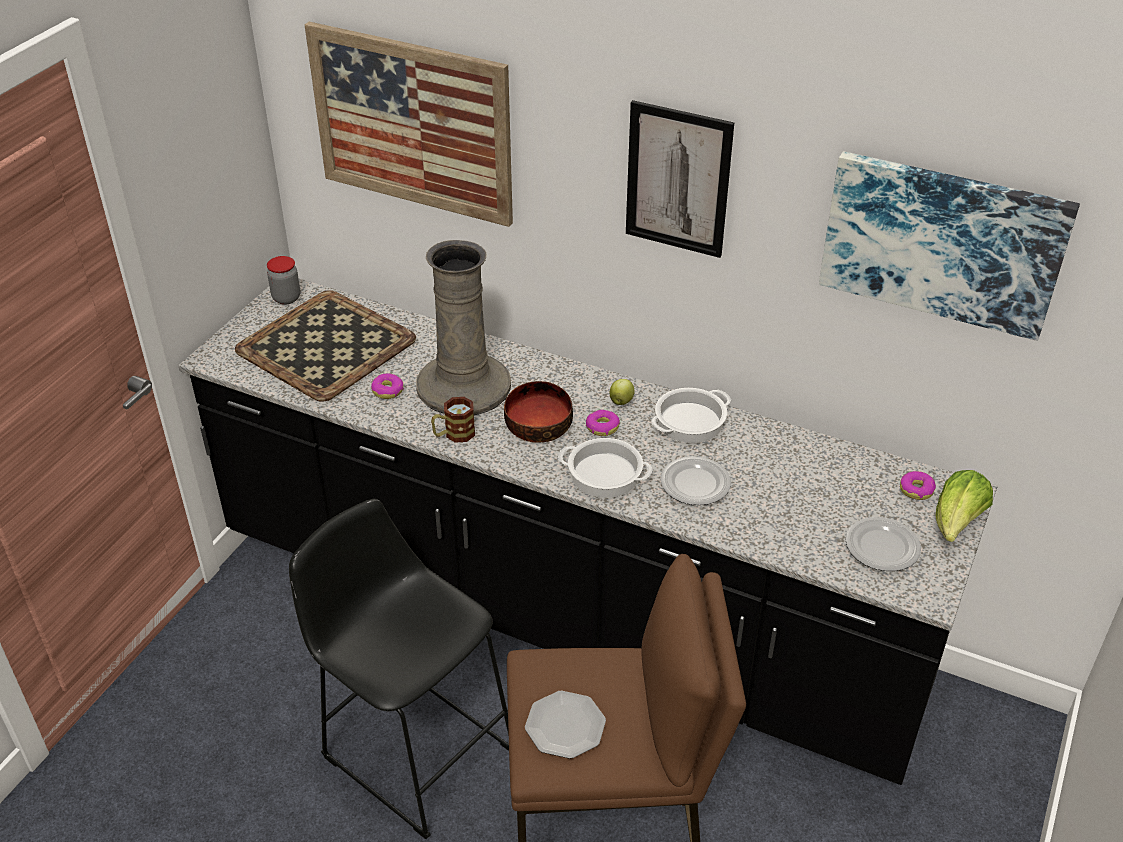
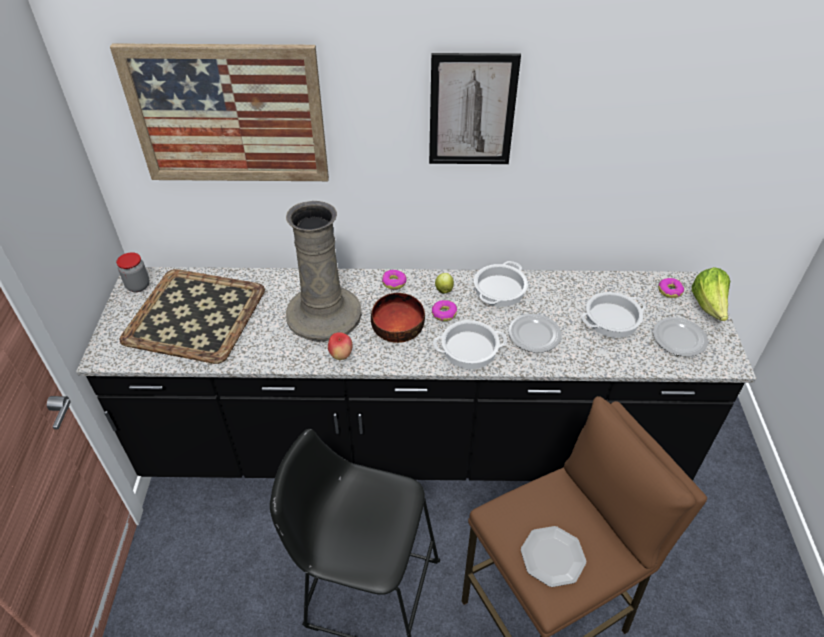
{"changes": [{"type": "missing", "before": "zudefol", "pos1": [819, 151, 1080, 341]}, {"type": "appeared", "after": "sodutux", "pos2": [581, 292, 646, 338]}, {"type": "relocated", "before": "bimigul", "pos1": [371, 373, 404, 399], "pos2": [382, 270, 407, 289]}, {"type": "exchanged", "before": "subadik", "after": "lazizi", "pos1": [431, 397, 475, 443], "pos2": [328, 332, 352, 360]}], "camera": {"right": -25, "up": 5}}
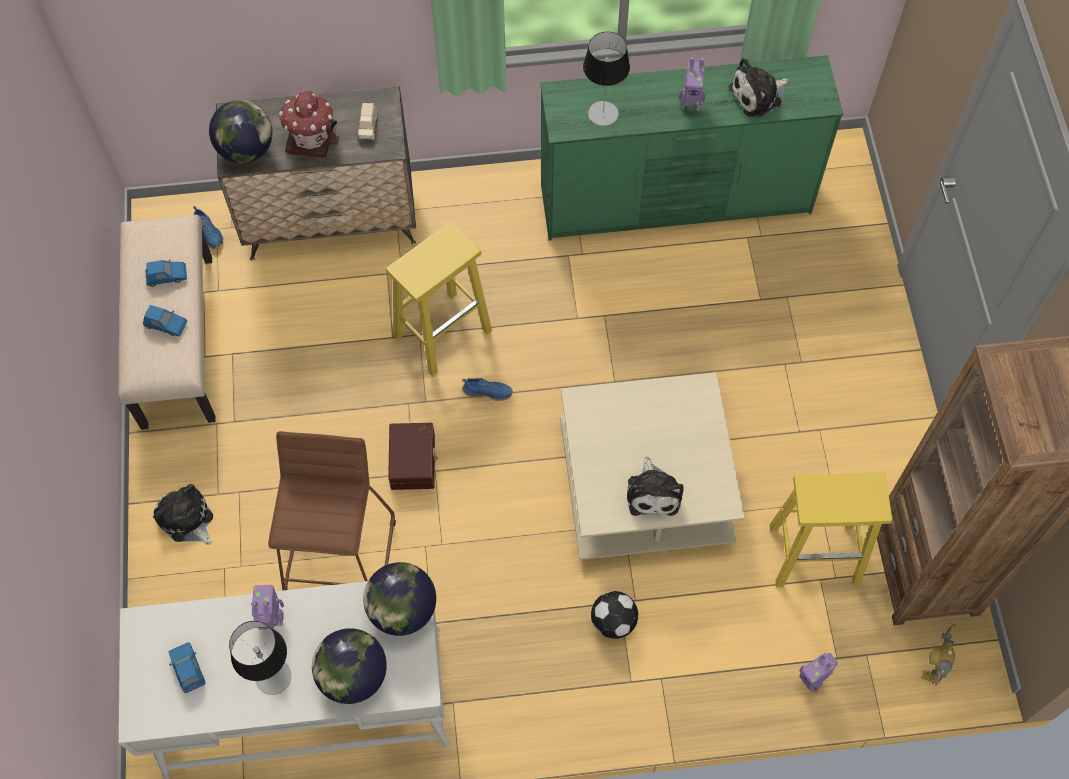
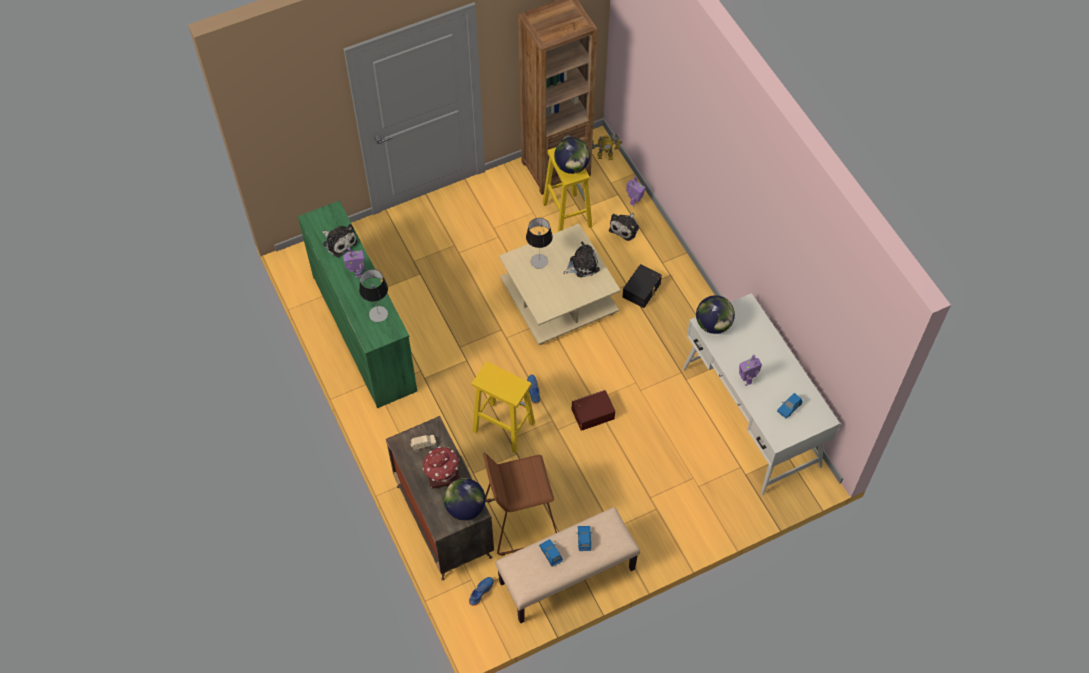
{"changes": [{"type": "relocated", "before": "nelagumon", "pos1": [153, 484, 213, 545], "pos2": [609, 212, 639, 241]}, {"type": "relocated", "before": "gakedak", "pos1": [229, 621, 292, 695], "pos2": [526, 218, 553, 269]}, {"type": "relocated", "before": "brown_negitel", "pos1": [268, 431, 396, 591], "pos2": [483, 452, 557, 556]}, {"type": "relocated", "before": "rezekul", "pos1": [312, 628, 387, 704], "pos2": [554, 138, 590, 174]}, {"type": "exchanged", "before": "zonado", "after": "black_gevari", "pos1": [591, 591, 638, 639], "pos2": [622, 264, 662, 308]}], "camera": {"right": -110, "up": -5}}
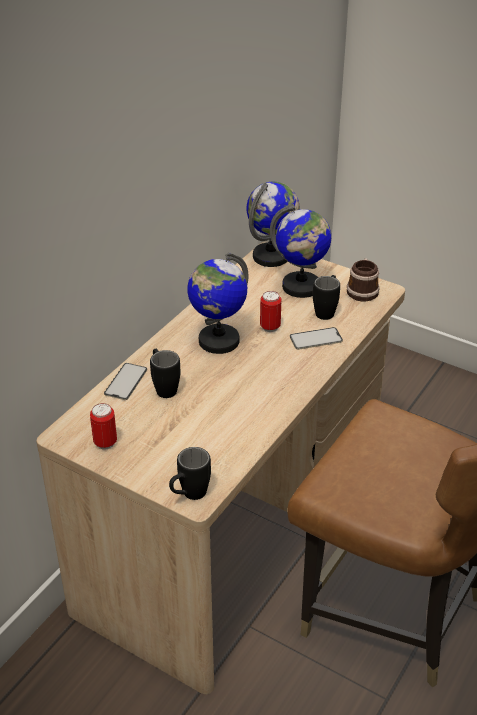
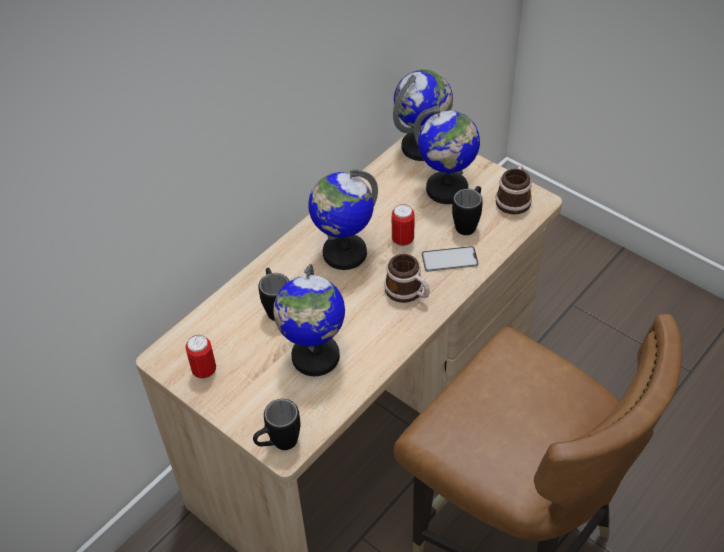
{"changes": [{"type": "missing", "before": "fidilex", "pos1": [104, 363, 147, 400]}, {"type": "appeared", "after": "rezekul", "pos2": [273, 264, 345, 376]}, {"type": "appeared", "after": "subadik", "pos2": [384, 254, 430, 303]}], "camera": {"right": 10, "up": 10}}
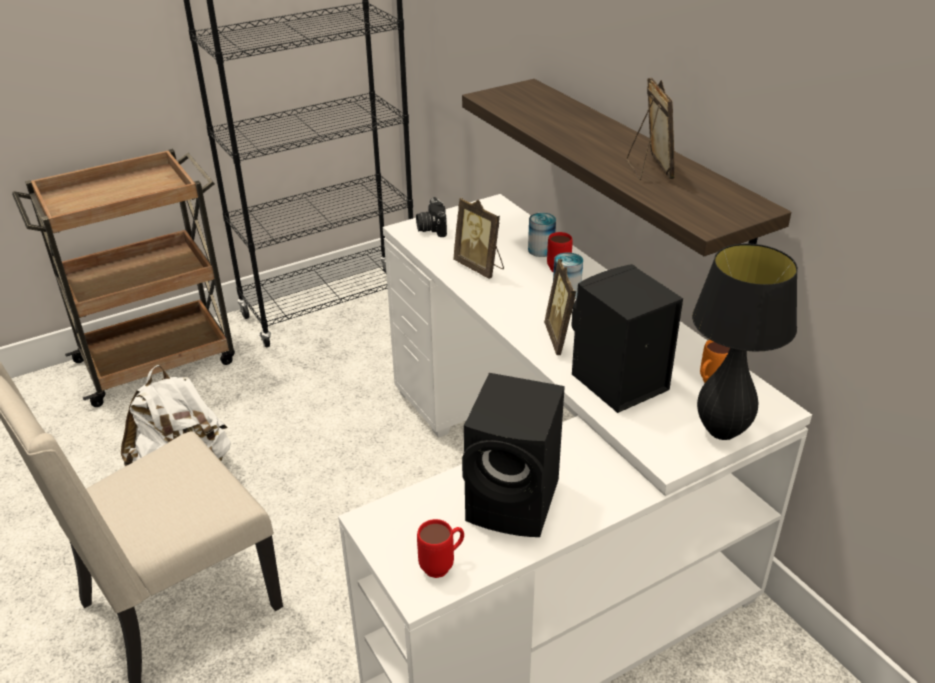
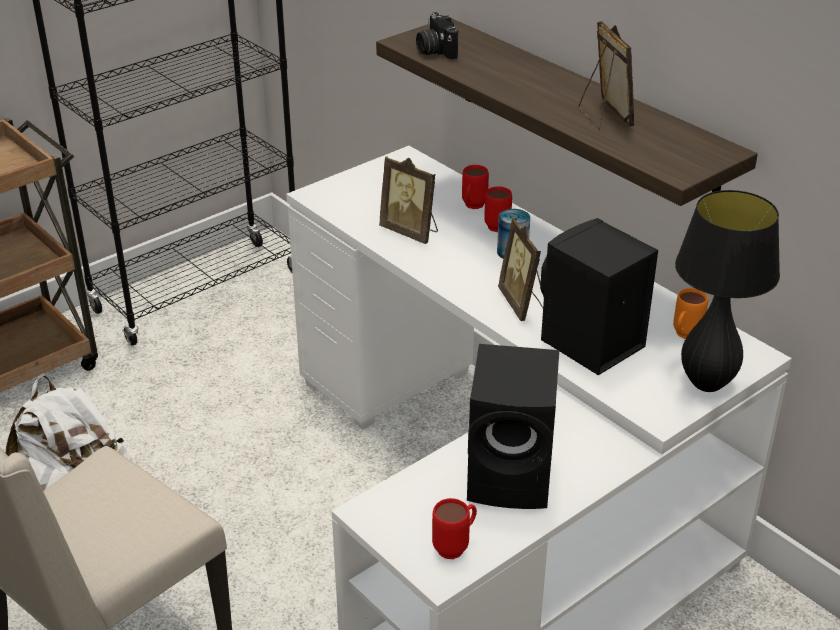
{"changes": [{"type": "relocated", "before": "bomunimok", "pos1": [416, 197, 447, 237], "pos2": [416, 12, 458, 59]}, {"type": "exchanged", "before": "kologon", "after": "red_subadik", "pos1": [528, 213, 556, 257], "pos2": [462, 165, 489, 209]}], "camera": {"right": -10, "up": 0}}
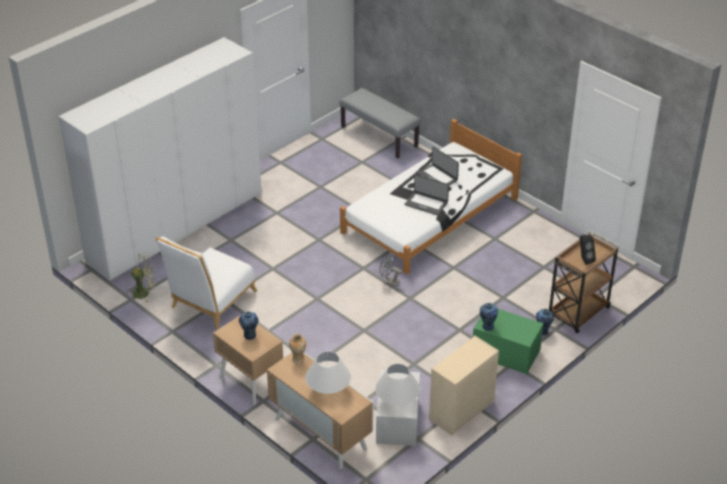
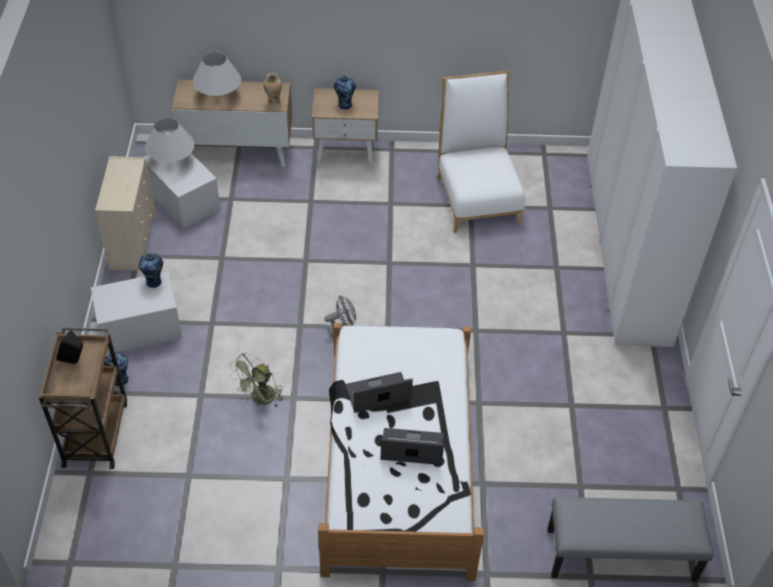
{"changes": [{"type": "relocated", "before": "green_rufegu", "pos1": [127, 253, 156, 303], "pos2": [230, 353, 283, 408]}, {"type": "colour", "before": "green_gevari", "after": "white_gevari", "pos1": [473, 309, 543, 374], "pos2": [91, 272, 182, 355]}], "camera": {"right": 135, "up": 10}}
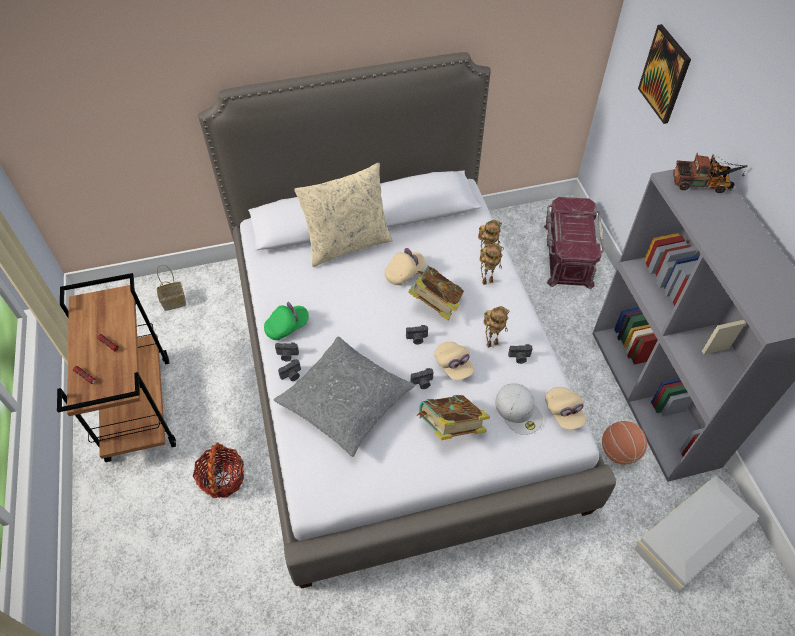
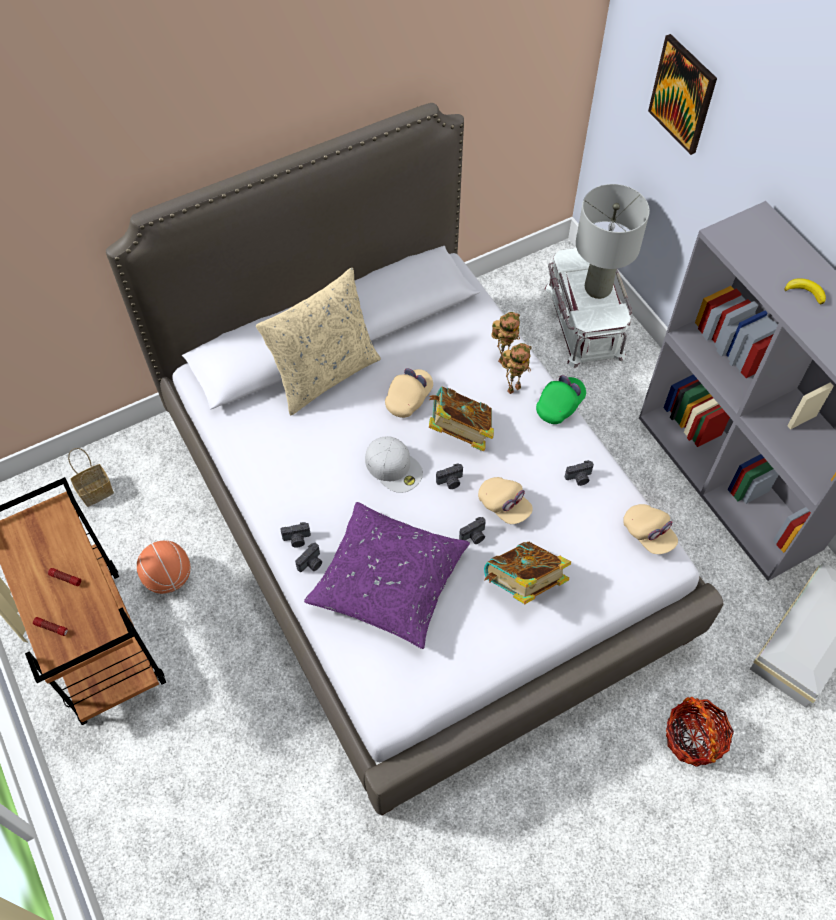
{"changes": [{"type": "missing", "before": "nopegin", "pos1": [483, 306, 510, 348]}, {"type": "missing", "before": "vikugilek", "pos1": [673, 152, 748, 193]}, {"type": "appeared", "after": "grey_gakedak", "pos2": [576, 184, 650, 299]}, {"type": "appeared", "after": "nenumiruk", "pos2": [784, 278, 826, 304]}, {"type": "relocated", "before": "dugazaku", "pos1": [193, 442, 244, 498], "pos2": [666, 697, 734, 767]}, {"type": "relocated", "before": "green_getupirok", "pos1": [264, 302, 309, 340], "pos2": [536, 375, 586, 424]}, {"type": "relocated", "before": "white_getupirok", "pos1": [495, 383, 543, 435], "pos2": [365, 436, 423, 493]}, {"type": "relocated", "before": "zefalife", "pos1": [602, 421, 647, 465], "pos2": [137, 541, 190, 594]}, {"type": "colour", "before": "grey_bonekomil", "after": "purple_bonekomil", "pos1": [274, 336, 415, 457], "pos2": [304, 502, 470, 649]}, {"type": "colour", "before": "red_gevari", "after": "white_gevari", "pos1": [544, 197, 604, 289], "pos2": [544, 248, 632, 368]}], "camera": {"right": -15, "up": 5}}
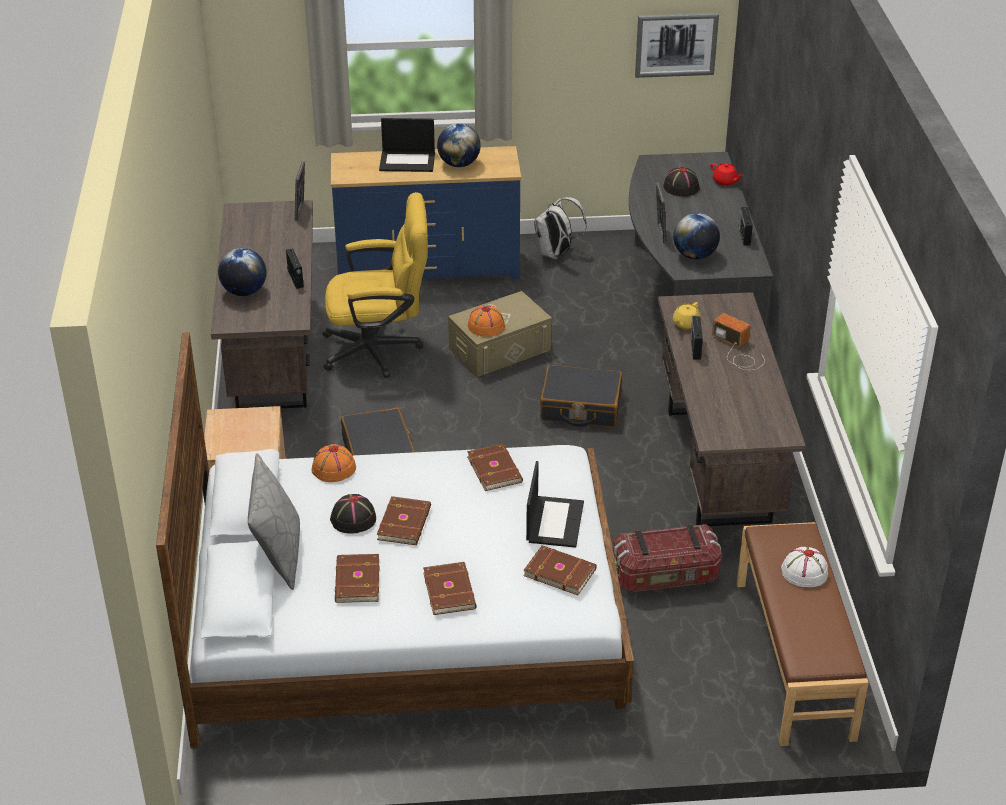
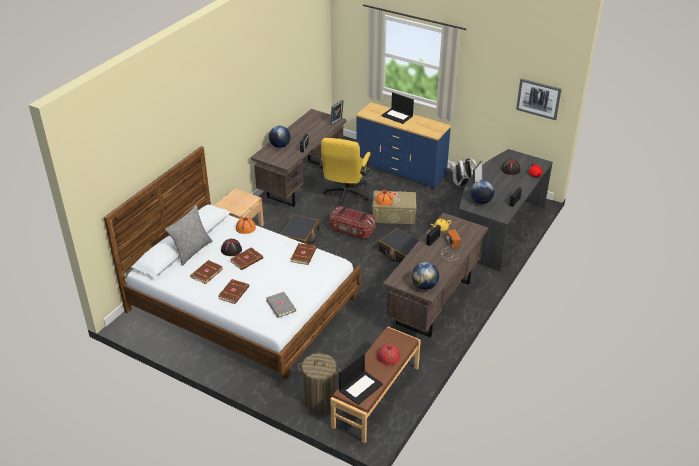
{"changes": [{"type": "appeared", "after": "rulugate", "pos2": [298, 353, 340, 412]}, {"type": "relocated", "before": "rezekul", "pos1": [437, 123, 481, 167], "pos2": [412, 262, 439, 290]}, {"type": "relocated", "before": "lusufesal", "pos1": [526, 461, 584, 548], "pos2": [339, 353, 383, 405]}, {"type": "relocated", "before": "gevari", "pos1": [613, 524, 721, 592], "pos2": [330, 206, 376, 239]}, {"type": "colour", "before": "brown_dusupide", "after": "grey_dusupide", "pos1": [523, 545, 597, 595], "pos2": [266, 292, 296, 318]}, {"type": "colour", "before": "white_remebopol", "after": "red_remebopol", "pos1": [781, 547, 828, 587], "pos2": [377, 344, 400, 365]}, {"type": "spun", "before": "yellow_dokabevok", "pos1": [323, 192, 428, 378], "pos2": [319, 138, 371, 206], "turn": 75}], "camera": {"right": 35, "up": 0}}
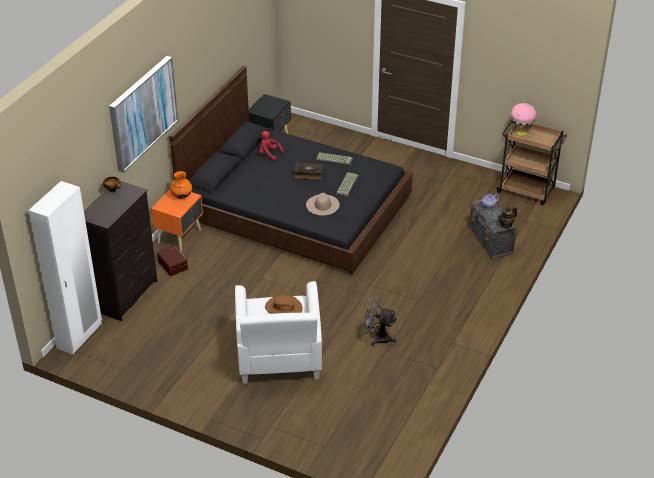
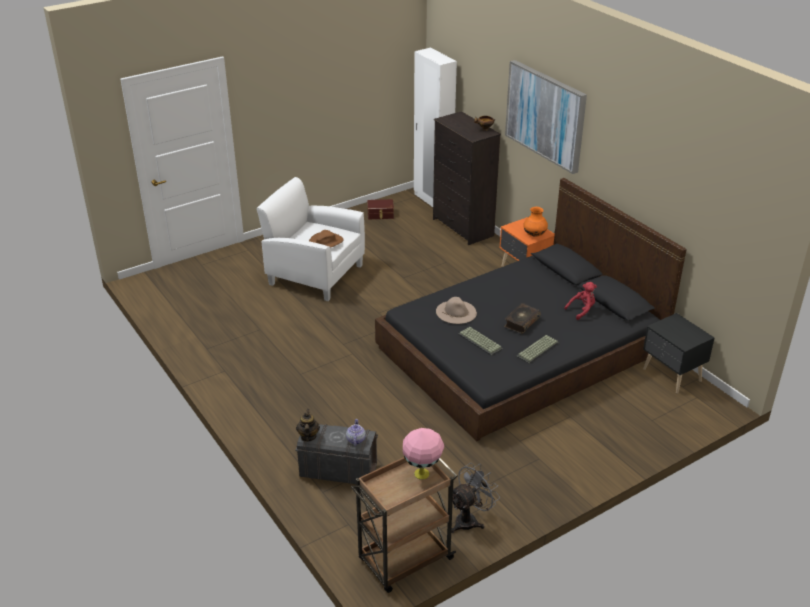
{"changes": [{"type": "relocated", "before": "brown_gevari", "pos1": [157, 245, 188, 276], "pos2": [367, 199, 394, 219]}, {"type": "relocated", "before": "grey_rufegu", "pos1": [361, 296, 397, 346], "pos2": [448, 463, 500, 533]}], "camera": {"right": 120, "up": -5}}
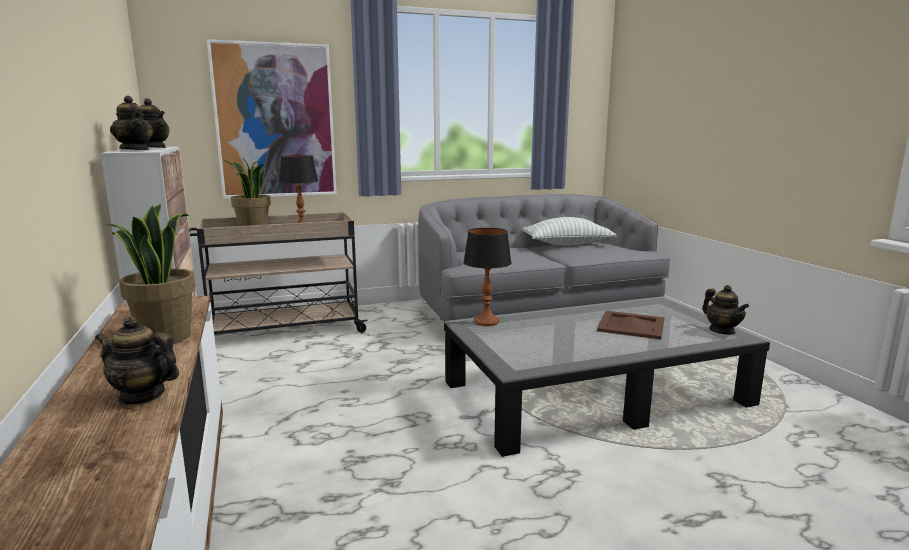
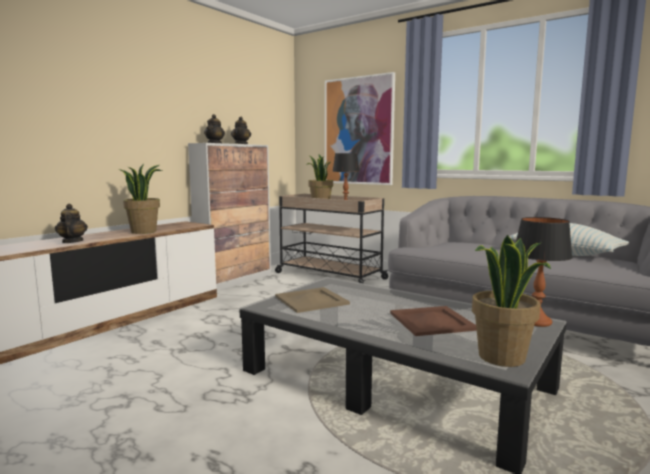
{"changes": [{"type": "appeared", "after": "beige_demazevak", "pos2": [275, 287, 350, 313]}, {"type": "relocated", "before": "gakedak", "pos1": [463, 228, 512, 326], "pos2": [516, 217, 572, 327]}, {"type": "exchanged", "before": "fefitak", "after": "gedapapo", "pos1": [702, 285, 749, 335], "pos2": [472, 235, 551, 367]}], "camera": {"right": 55, "up": -5}}
